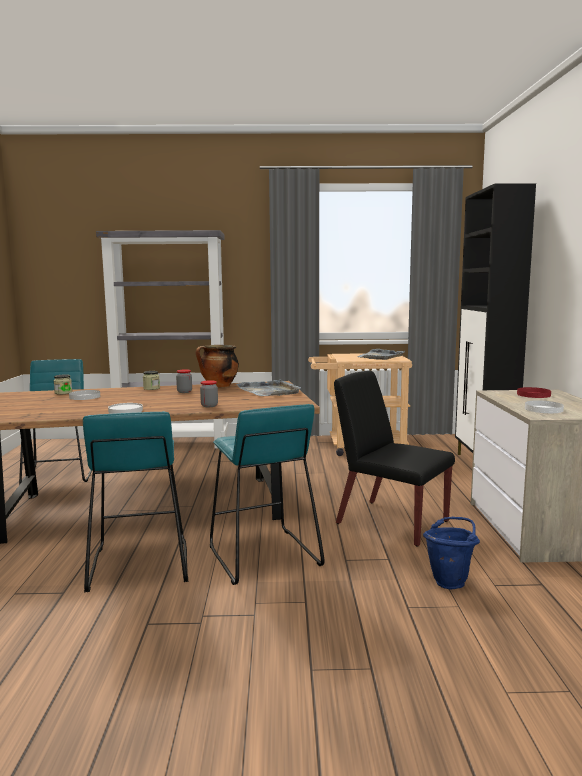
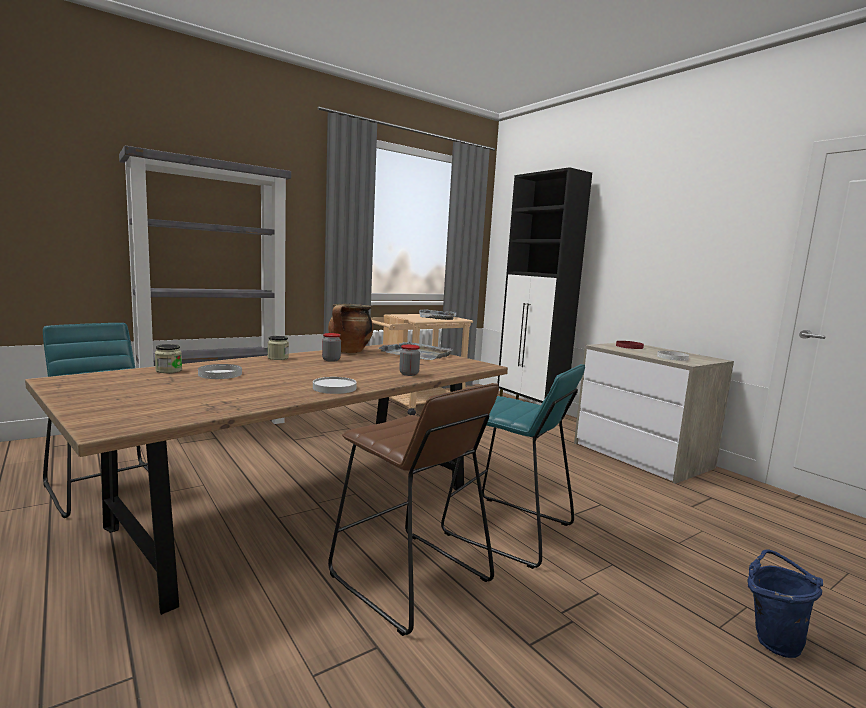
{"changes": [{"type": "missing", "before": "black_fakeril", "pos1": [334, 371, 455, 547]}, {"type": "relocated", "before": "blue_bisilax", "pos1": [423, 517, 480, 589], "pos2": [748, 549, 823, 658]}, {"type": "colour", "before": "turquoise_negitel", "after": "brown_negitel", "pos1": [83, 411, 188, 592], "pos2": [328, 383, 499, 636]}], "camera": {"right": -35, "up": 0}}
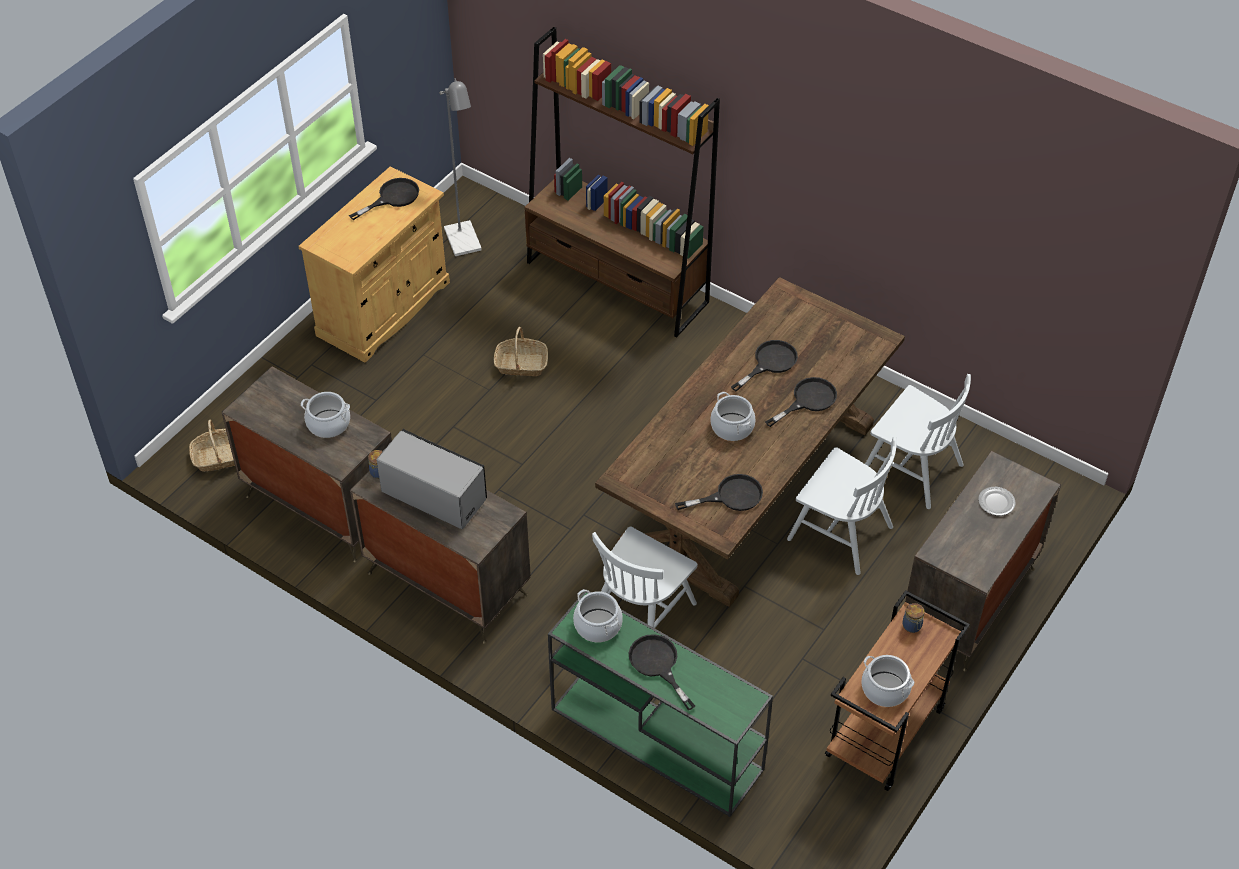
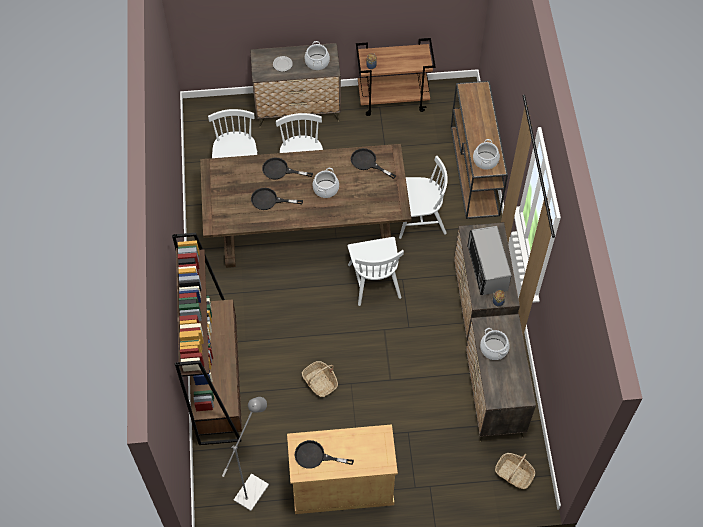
{"changes": [{"type": "missing", "before": "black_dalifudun", "pos1": [629, 634, 695, 710]}, {"type": "appeared", "after": "white_fakeril", "pos2": [348, 237, 404, 306]}, {"type": "relocated", "before": "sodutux", "pos1": [862, 655, 915, 707], "pos2": [304, 41, 330, 70]}, {"type": "colour", "before": "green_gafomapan", "after": "brown_gafomapan", "pos1": [548, 591, 773, 817], "pos2": [451, 81, 508, 219]}], "camera": {"right": -130, "up": 10}}
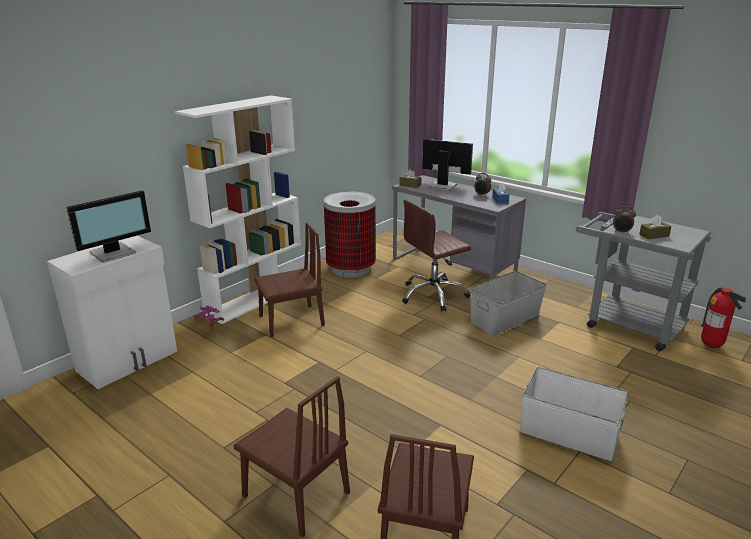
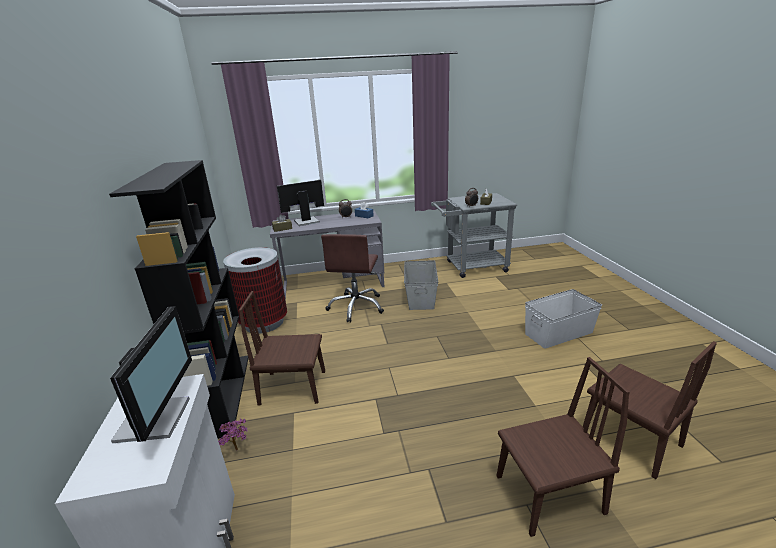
{"changes": [{"type": "missing", "before": "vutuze", "pos1": [701, 287, 746, 348]}, {"type": "colour", "before": "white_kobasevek", "after": "black_kobasevek", "pos1": [175, 95, 301, 324], "pos2": [109, 160, 248, 439]}, {"type": "spun", "before": "brown_fakeril", "pos1": [254, 222, 325, 337], "pos2": [239, 291, 325, 406], "turn": -105}], "camera": {"right": -50, "up": 0}}
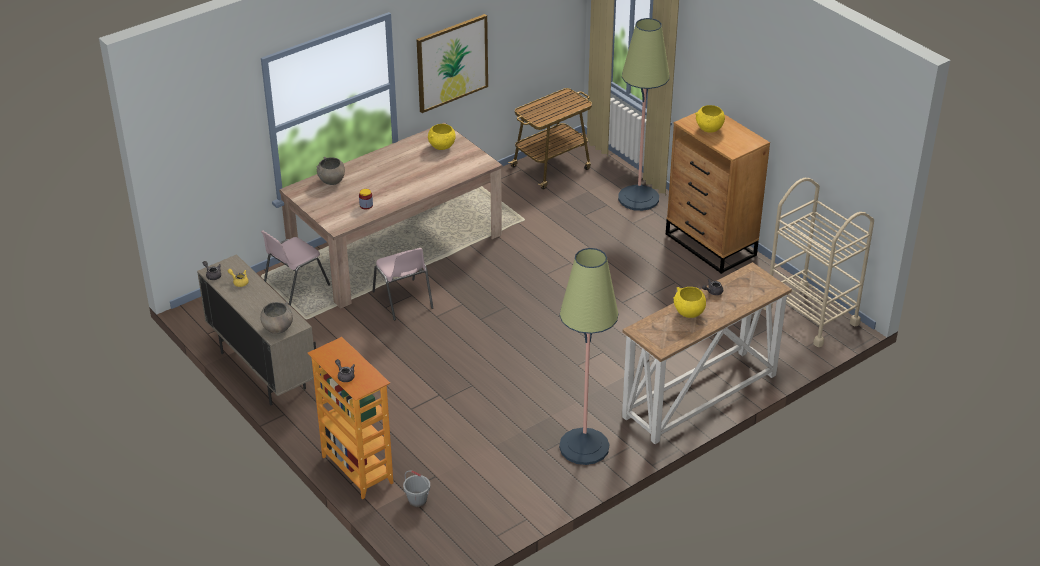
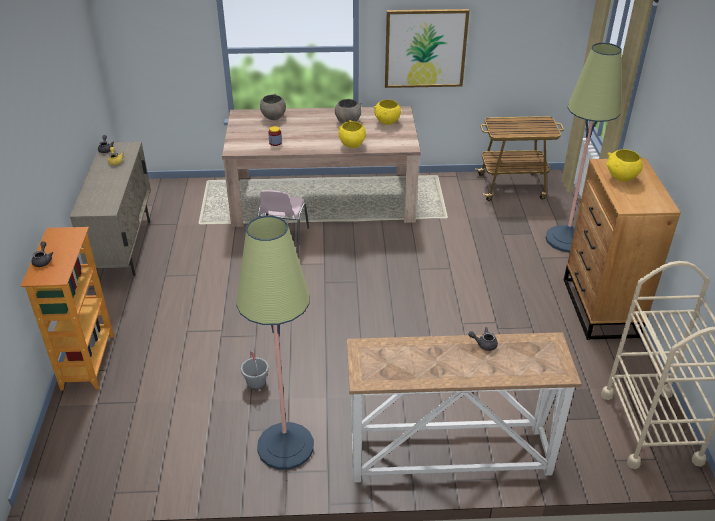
{"changes": [{"type": "missing", "before": "pink_fakeril", "pos1": [261, 230, 330, 306]}, {"type": "relocated", "before": "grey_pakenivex", "pos1": [260, 302, 293, 334], "pos2": [335, 99, 362, 124]}, {"type": "relocated", "before": "grey_bisilax", "pos1": [403, 471, 430, 507], "pos2": [241, 351, 269, 390]}, {"type": "relocated", "before": "yellow_pakenivex", "pos1": [673, 287, 706, 318], "pos2": [338, 120, 366, 148]}], "camera": {"right": 35, "up": 0}}
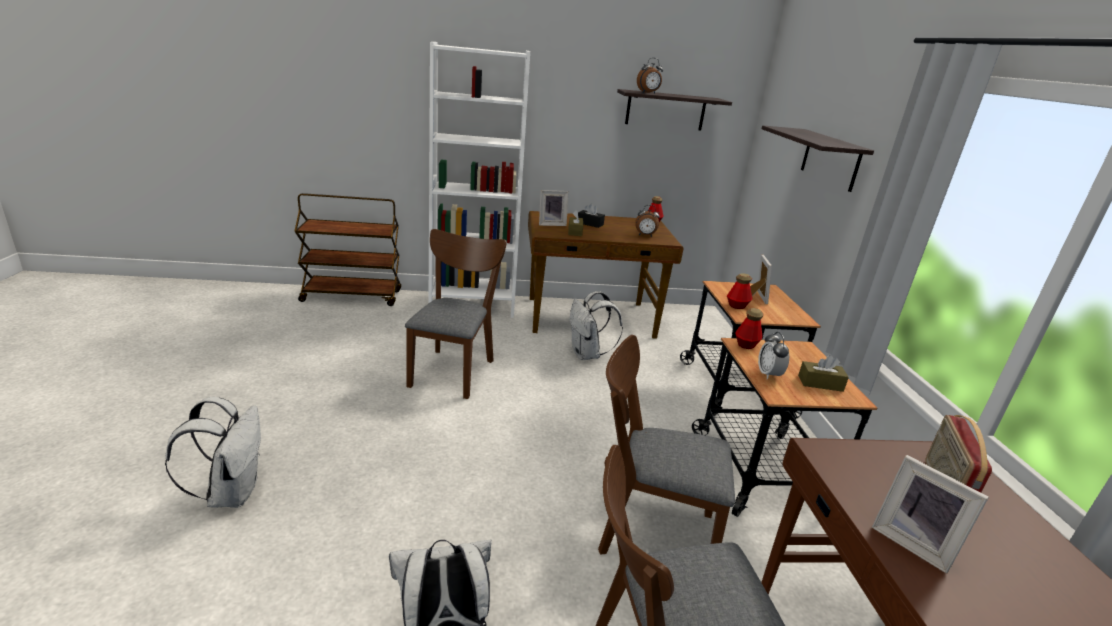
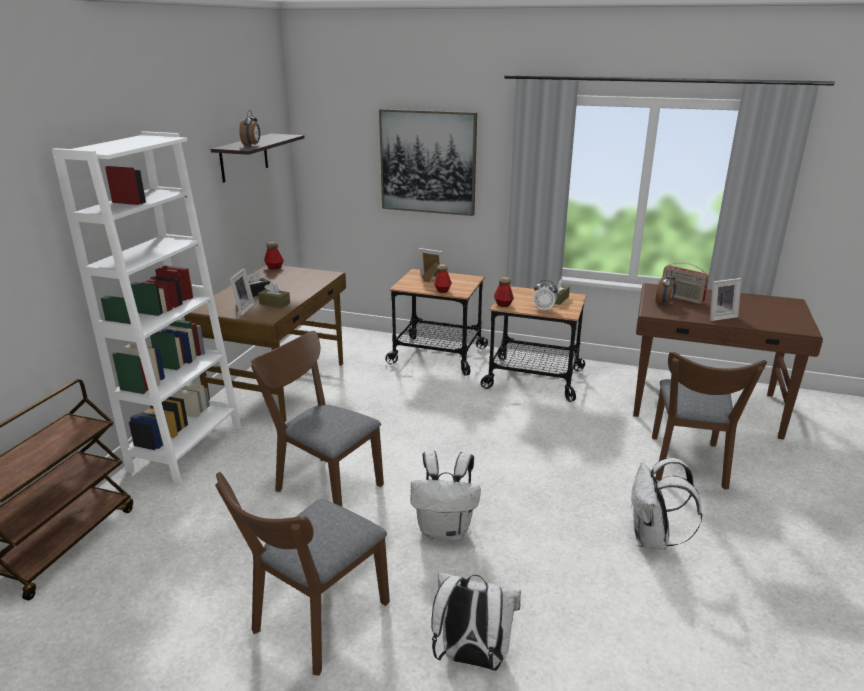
{"changes": [{"type": "relocated", "before": "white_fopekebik", "pos1": [569, 291, 623, 360], "pos2": [411, 451, 481, 540]}, {"type": "relocated", "before": "brown_fakeril", "pos1": [598, 335, 735, 555], "pos2": [215, 472, 390, 676]}, {"type": "relocated", "before": "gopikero", "pos1": [635, 205, 660, 237], "pos2": [656, 270, 676, 306]}, {"type": "exchanged", "before": "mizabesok", "after": "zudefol", "pos1": [762, 125, 874, 192], "pos2": [379, 109, 477, 216]}], "camera": {"right": -65, "up": 0}}
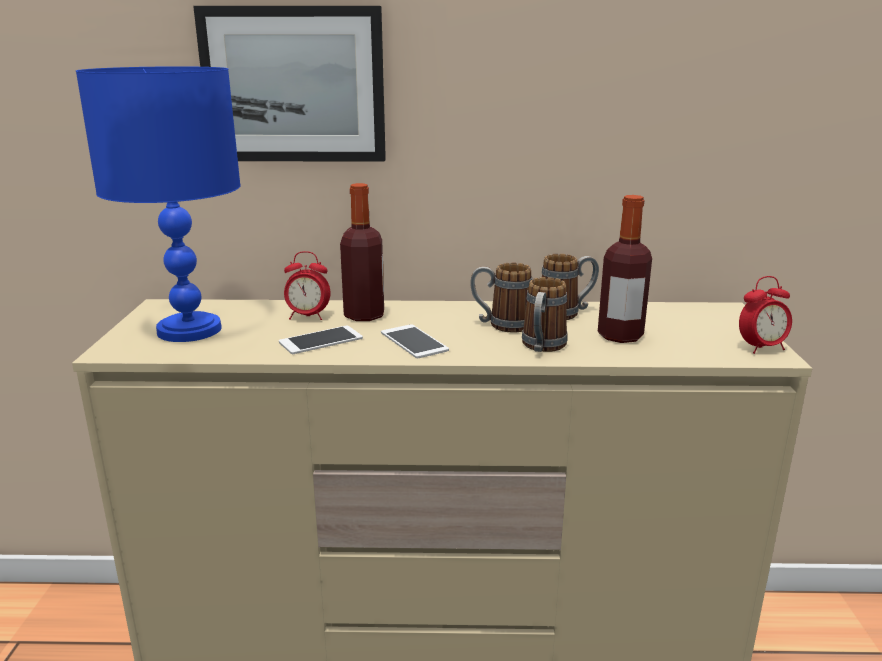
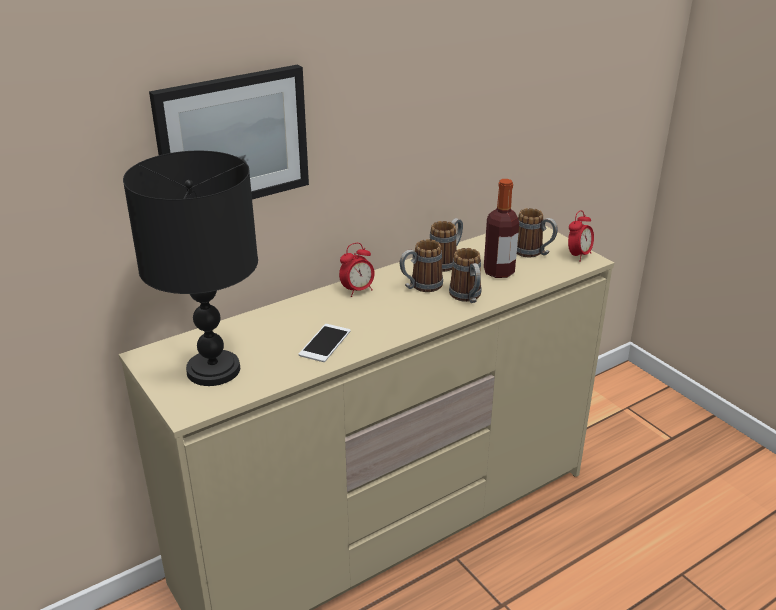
{"changes": [{"type": "missing", "before": "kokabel", "pos1": [340, 183, 384, 321]}, {"type": "missing", "before": "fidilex", "pos1": [381, 324, 449, 358]}, {"type": "appeared", "after": "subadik", "pos2": [517, 208, 558, 257]}, {"type": "relocated", "before": "gopikero", "pos1": [284, 251, 331, 320], "pos2": [339, 243, 375, 297]}, {"type": "colour", "before": "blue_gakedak", "after": "black_gakedak", "pos1": [76, 66, 241, 342], "pos2": [123, 151, 258, 386]}], "camera": {"right": -35, "up": 10}}
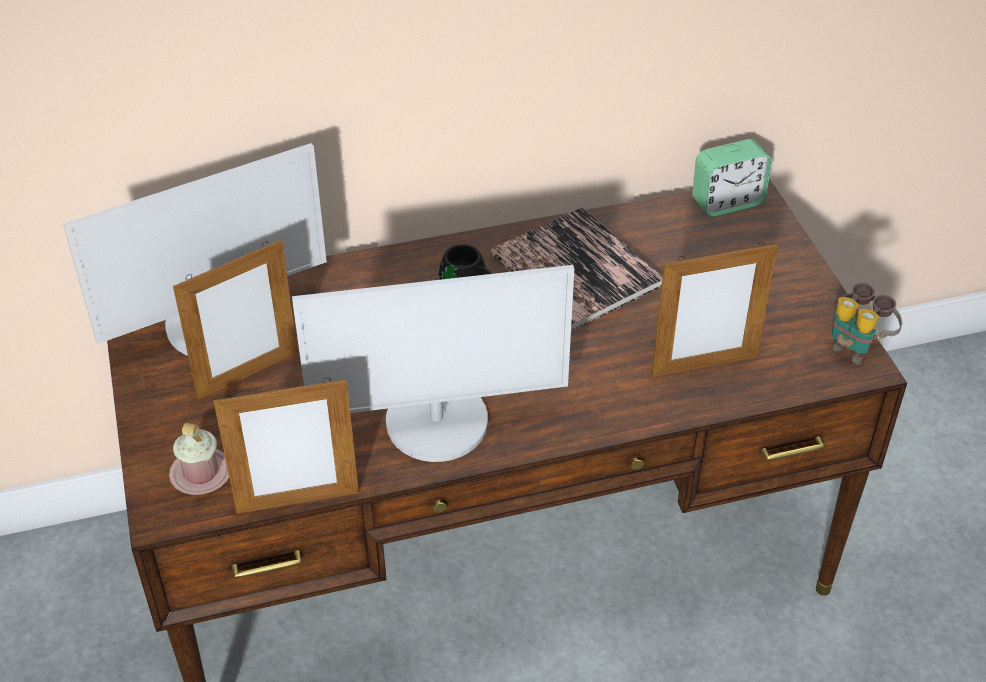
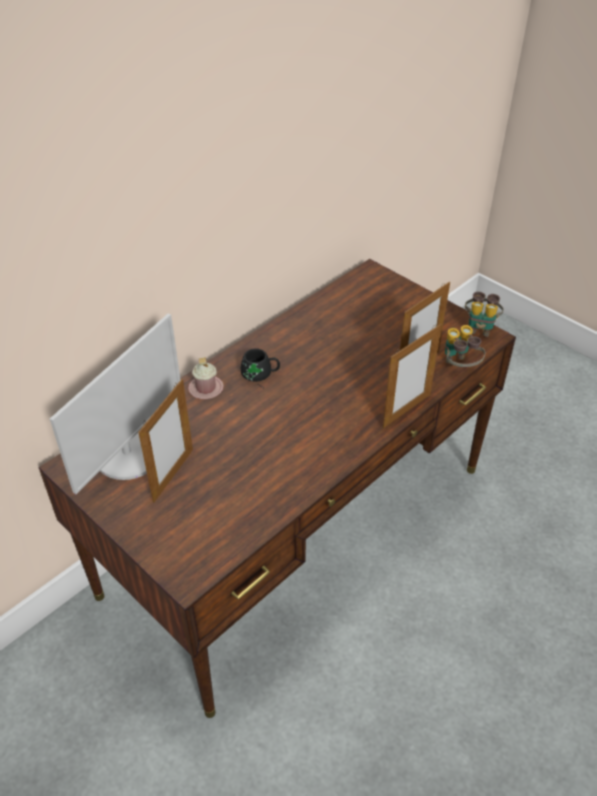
{"changes": [{"type": "missing", "before": "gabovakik", "pos1": [292, 265, 574, 462]}, {"type": "missing", "before": "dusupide", "pos1": [490, 207, 663, 331]}, {"type": "missing", "before": "gopikero", "pos1": [692, 139, 772, 217]}, {"type": "appeared", "after": "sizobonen", "pos2": [445, 325, 486, 367]}, {"type": "relocated", "before": "pink_subadik", "pos1": [169, 423, 229, 495], "pos2": [188, 357, 224, 399]}, {"type": "relocated", "before": "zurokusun", "pos1": [213, 378, 359, 514], "pos2": [383, 324, 442, 428]}], "camera": {"right": -30, "up": 0}}
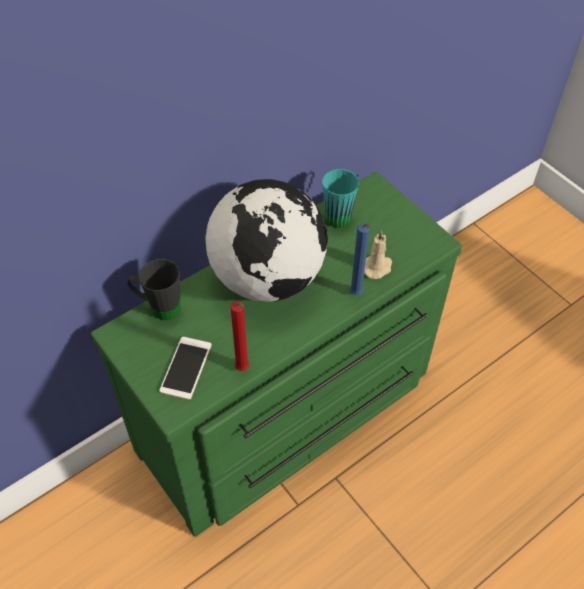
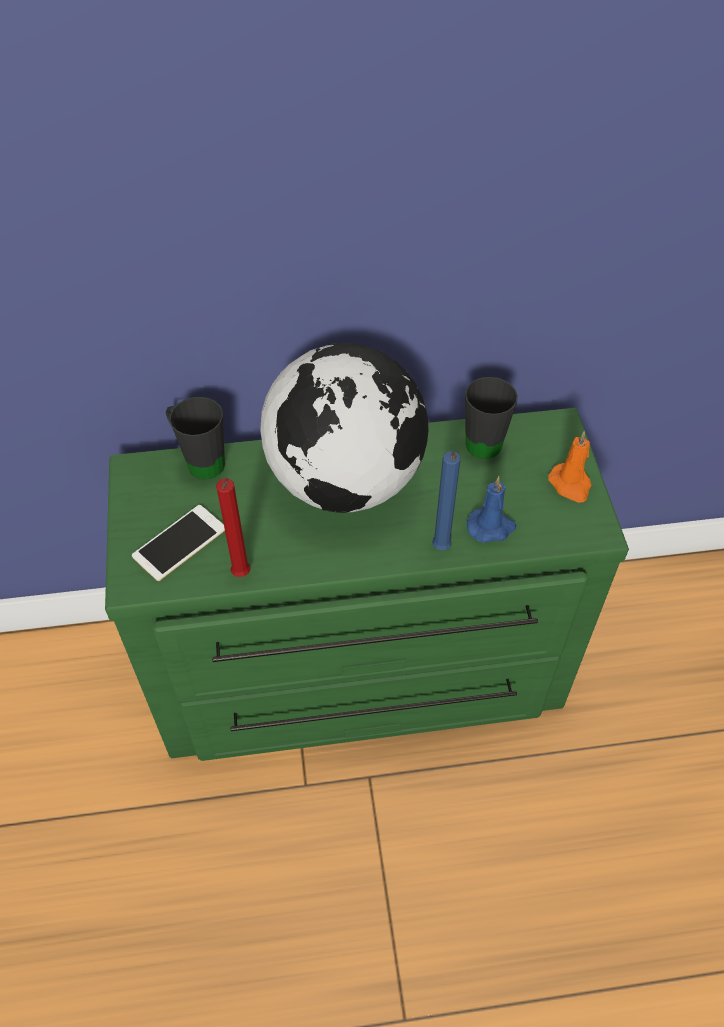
{"changes": [{"type": "appeared", "after": "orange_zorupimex", "pos2": [548, 431, 591, 503]}, {"type": "colour", "before": "turquoise_subadik", "after": "black_subadik", "pos1": [322, 169, 359, 228], "pos2": [465, 377, 518, 459]}, {"type": "colour", "before": "beige_zorupimex", "after": "blue_zorupimex", "pos1": [364, 230, 392, 279], "pos2": [467, 476, 516, 543]}], "camera": {"right": 30, "up": 0}}
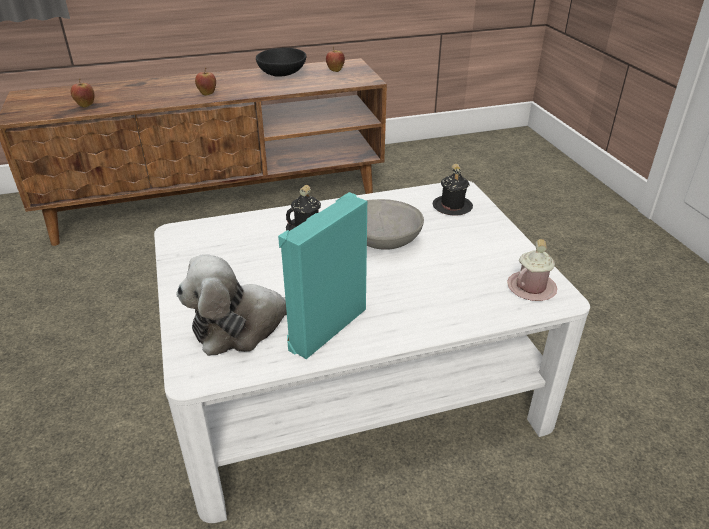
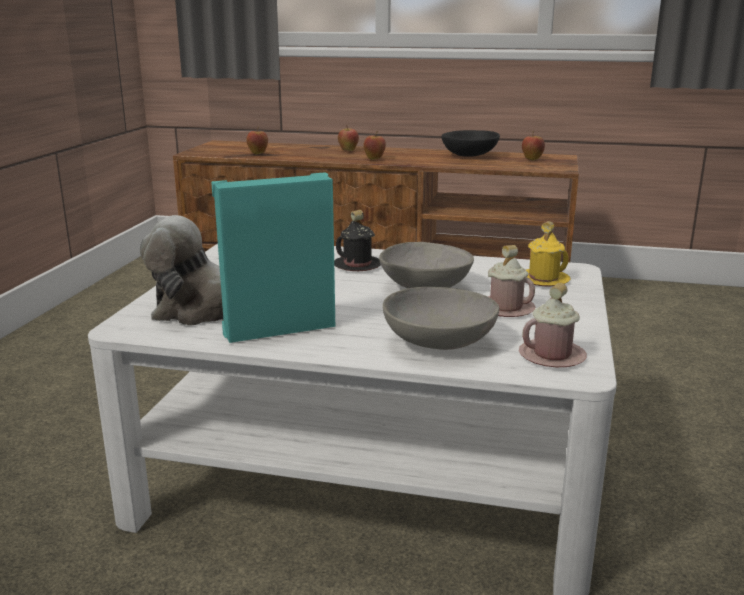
{"changes": [{"type": "appeared", "after": "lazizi", "pos2": [338, 125, 359, 151]}, {"type": "appeared", "after": "grey_pakenivex", "pos2": [382, 287, 499, 350]}, {"type": "appeared", "after": "pink_subadik", "pos2": [488, 245, 536, 317]}, {"type": "colour", "before": "black_subadik", "after": "yellow_subadik", "pos1": [433, 164, 473, 216], "pos2": [526, 221, 571, 287]}], "camera": {"right": 30, "up": -15}}
